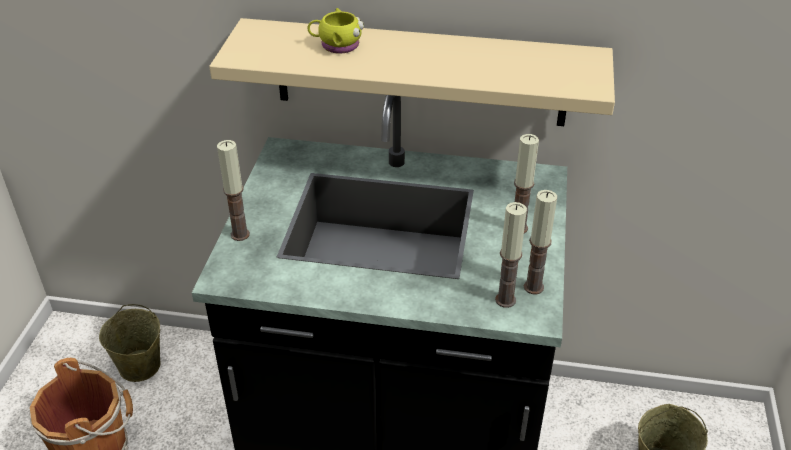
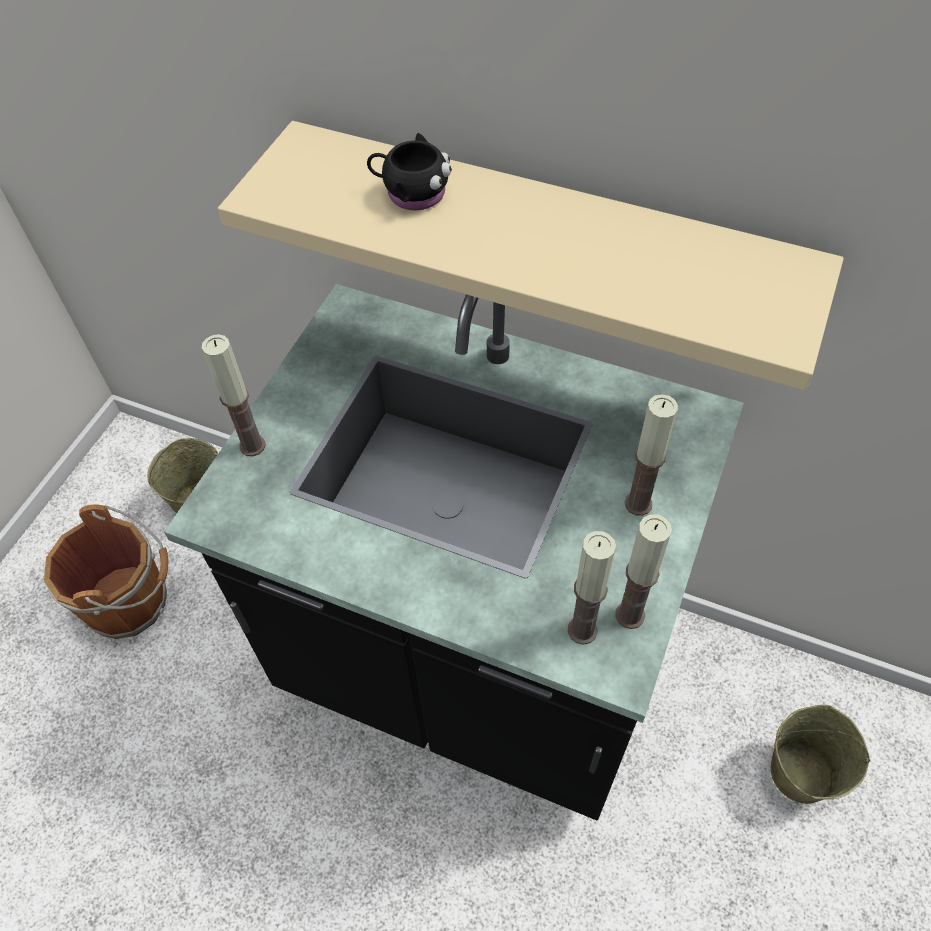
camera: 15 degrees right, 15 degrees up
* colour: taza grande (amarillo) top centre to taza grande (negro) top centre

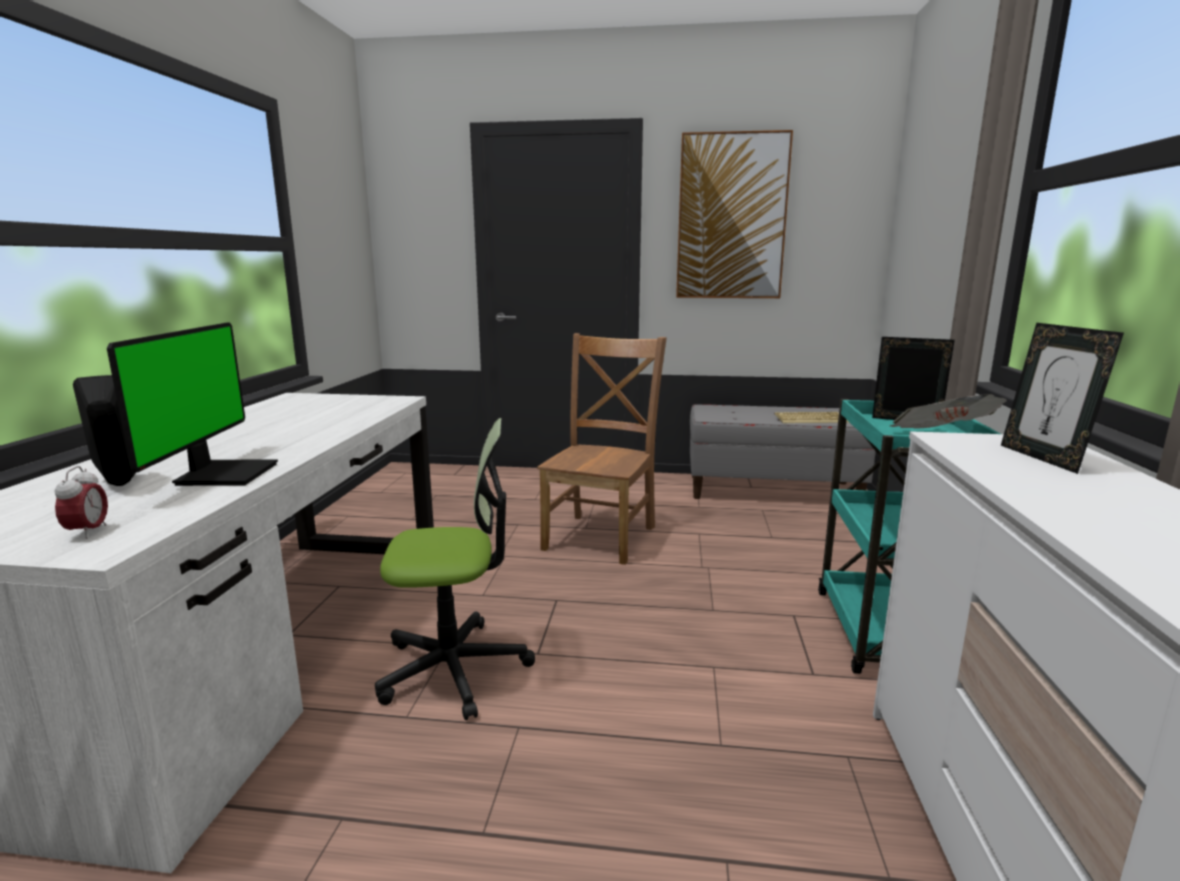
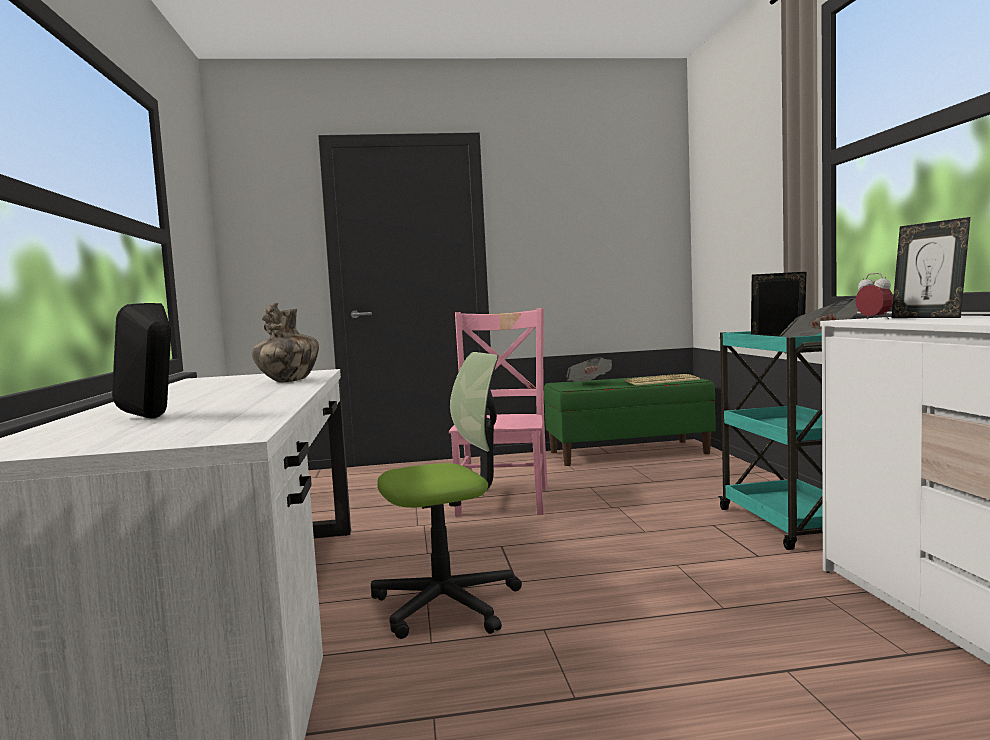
camera: 15 degrees left, 10 degrees down
* missing: cuadro top centre
* missing: monitor middle left
* colour: silla (marrón) centre to silla (rosa) centre
* colour: banco (gris) centre to banco (verde) centre
* relocated: despertador middle left to middle right
* appeared: florero middle left
* appeared: periódico (no. 1 from left) centre

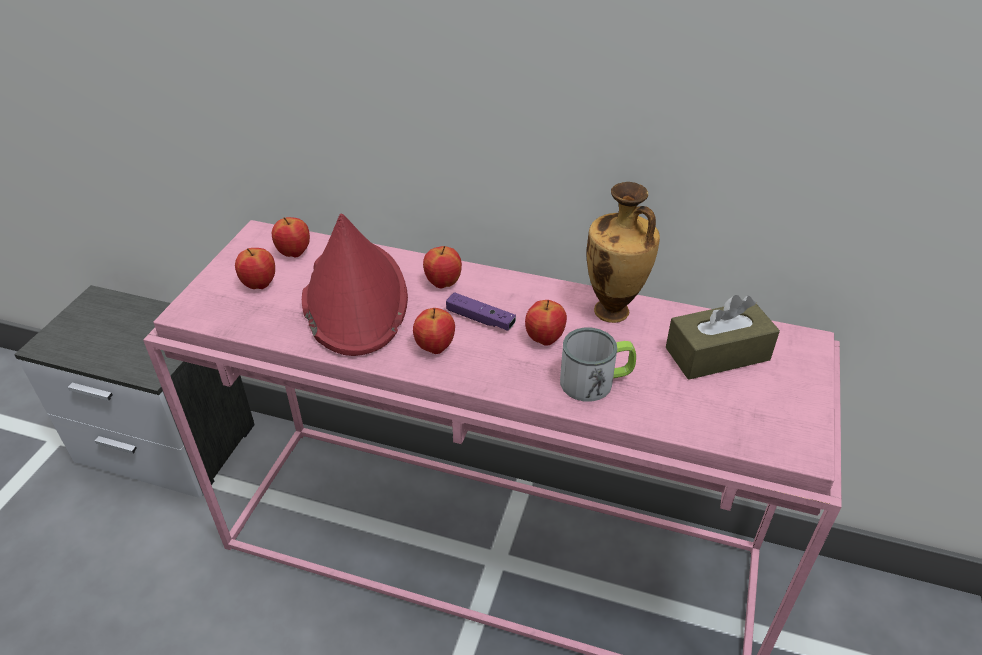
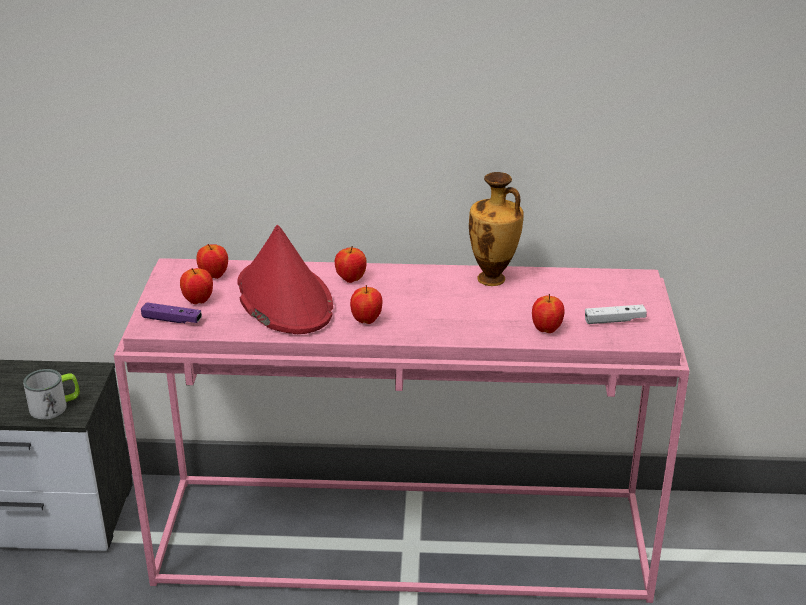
camera: 15 degrees left, 10 degrees down
* relocated: mando de consola (morado) centre to middle left
* missing: caja de pañuelos (marrón) middle right
* relocated: manzana (no. 5 from left) centre to middle right
* relocated: taza grande centre to middle left
* appeared: mando de consola (blanco) middle right

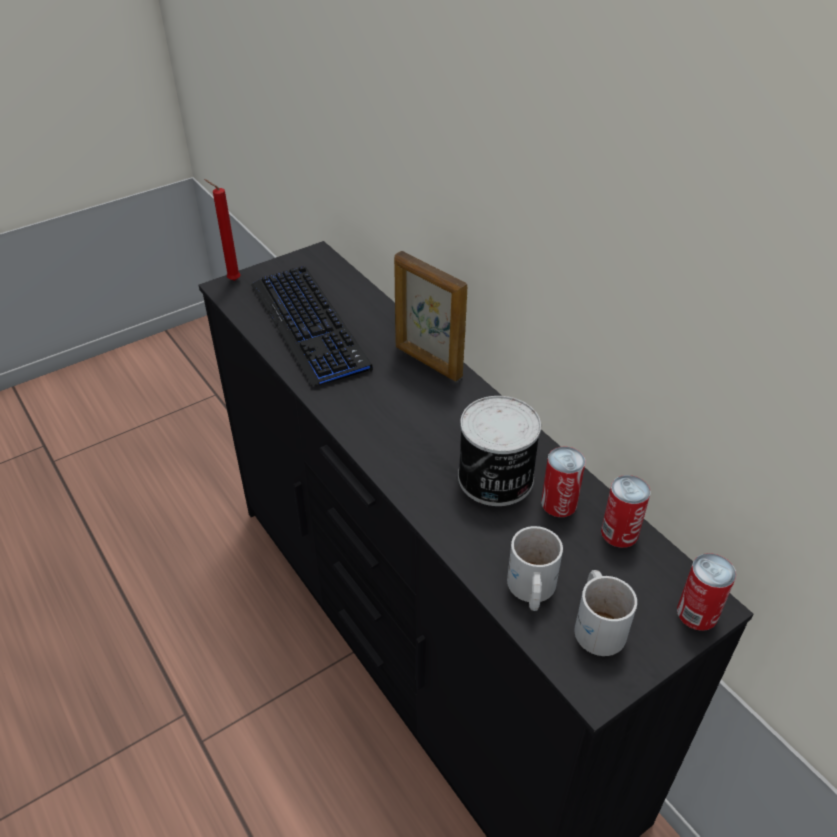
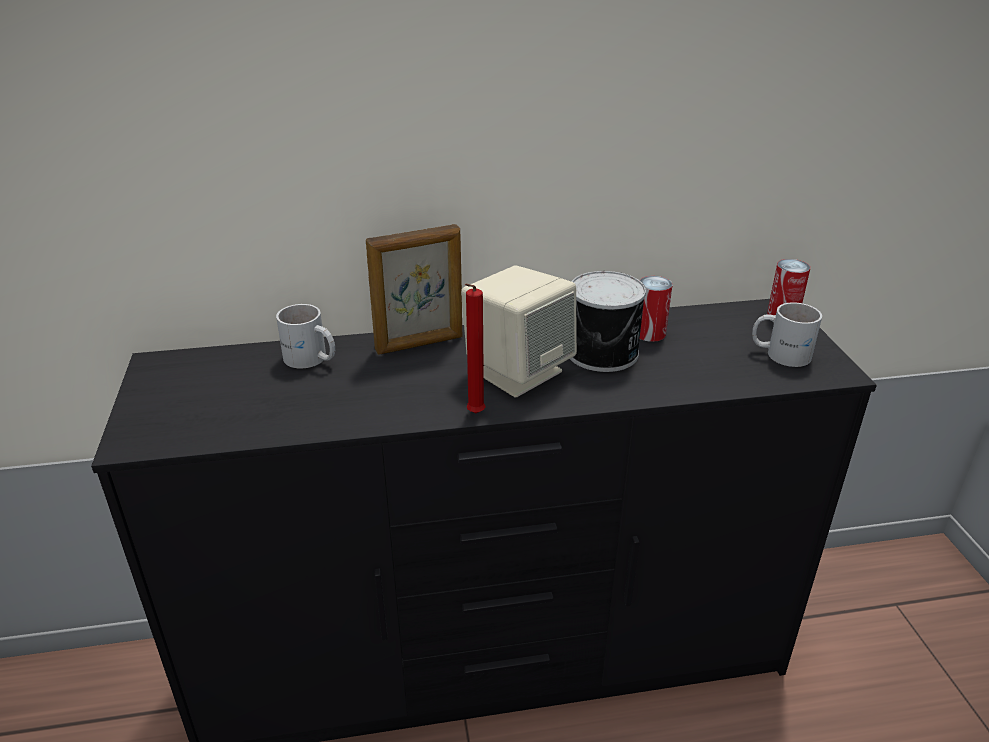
camera: 65 degrees left, 10 degrees down
* relocated: vela (rojo) top left to centre
* missing: teclado centre
* missing: lata (no. 3 from left) middle right
* relocated: taza grande (blanco) (no. 1 from left) bottom centre to middle left
* appeared: altavoz (beis) centre

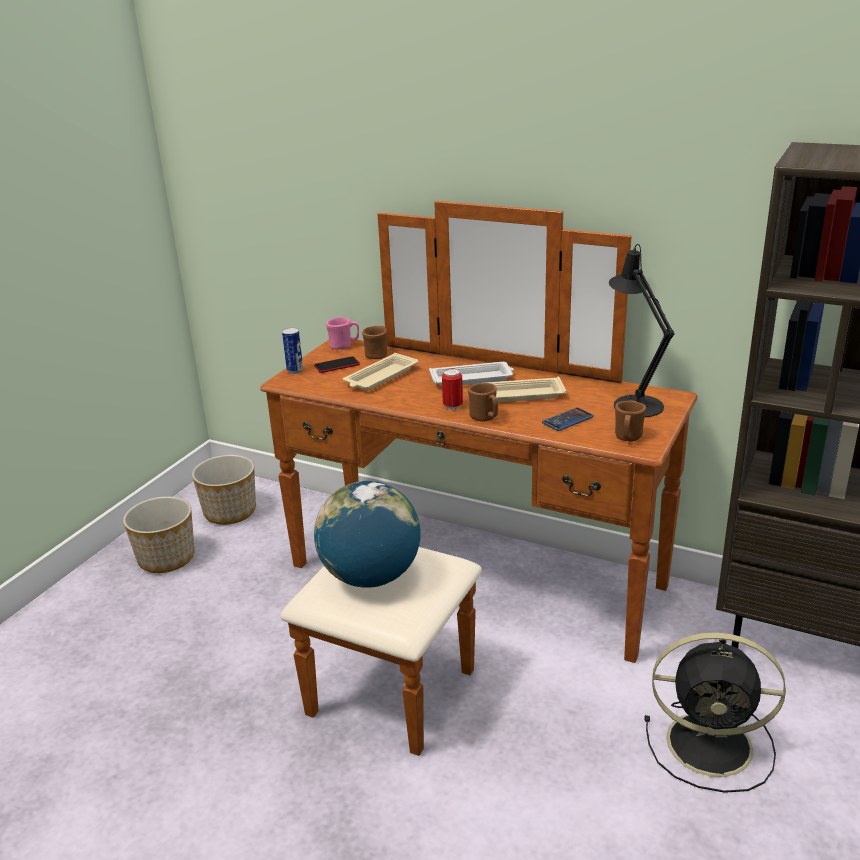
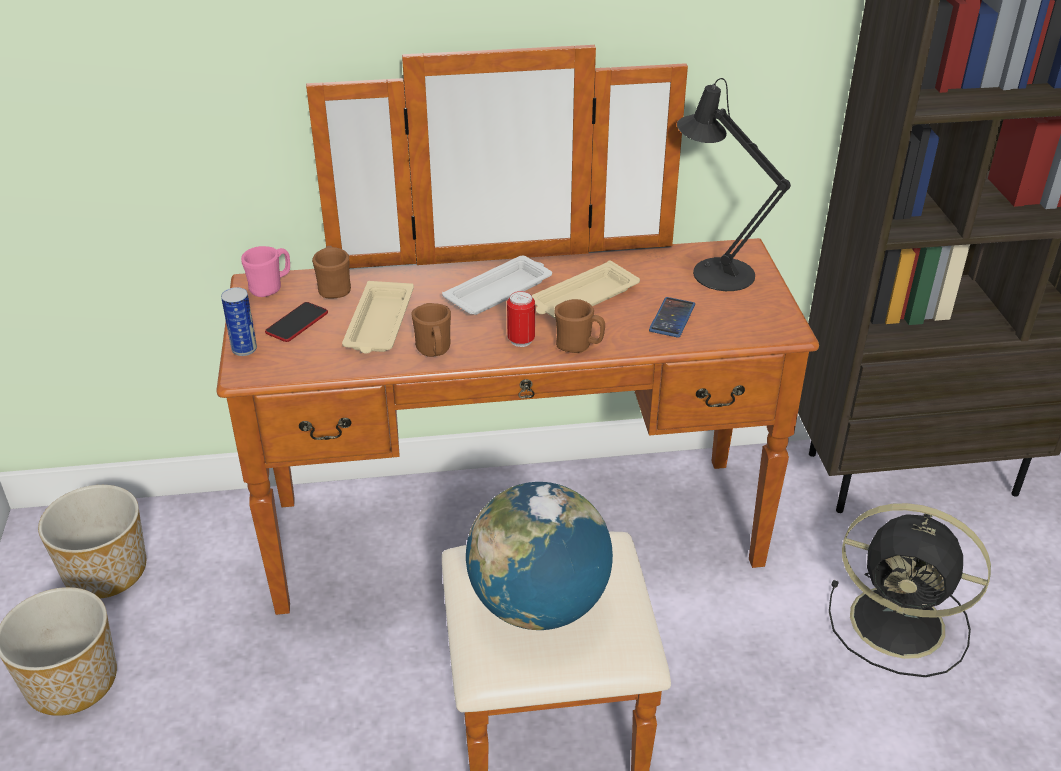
camera: 35 degrees left, 10 degrees up
* relocated: taza grande (marrón) (no. 3 from left in the first image) middle right to taza grande (marrón) (no. 2 from left) centre
* spun: ventilador (negro) bottom right = bottom right 45 degrees clockwise

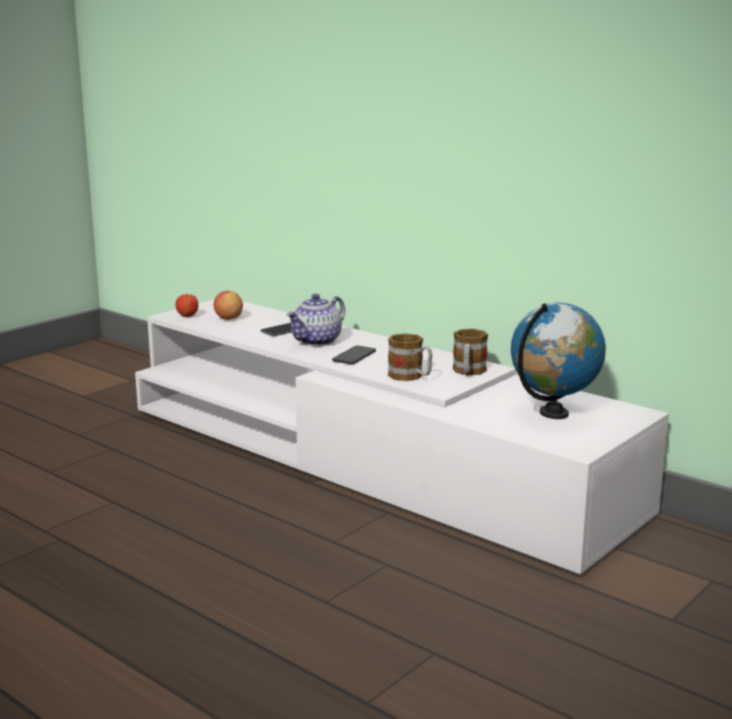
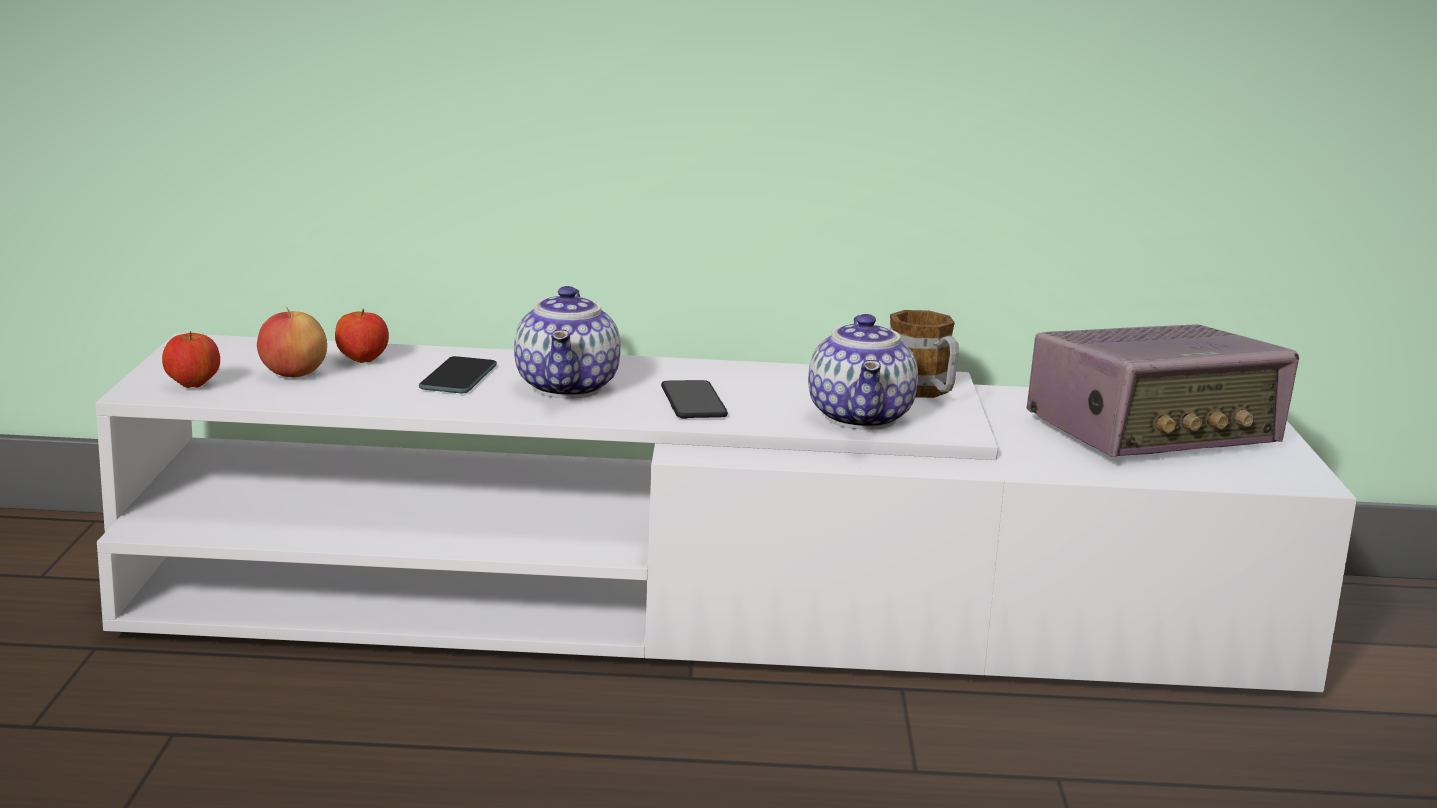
camera: 40 degrees left, 0 degrees up
* exchanged: globo terráqueo middle right to radio middle right
* exchanged: taza grande (no. 1 from left) centre to tetera (no. 2 from left) centre
* appeared: manzana (no. 3 from left) middle left

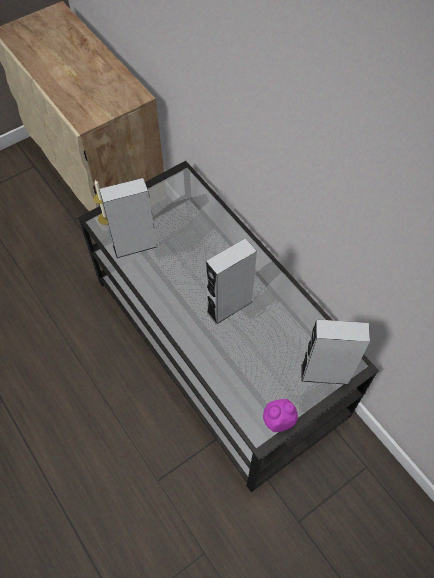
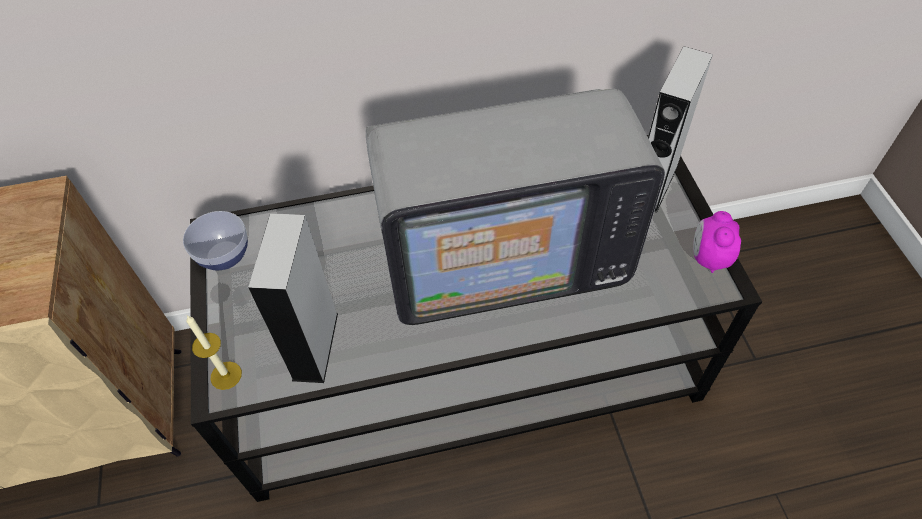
camera: 65 degrees left, 5 degrees down
* exchanged: altavoz (gris) (no. 2 from left) centre to televisor centre
* appeared: cuenco middle left

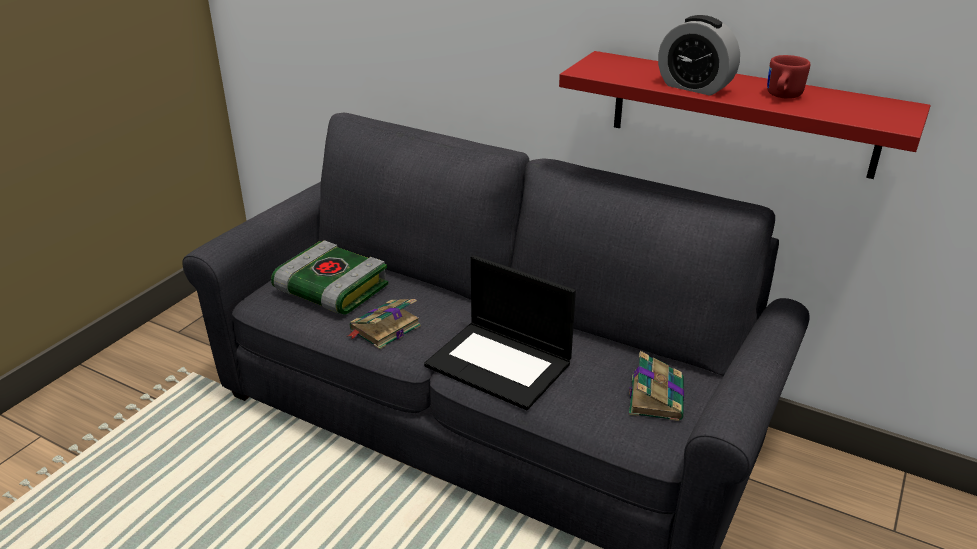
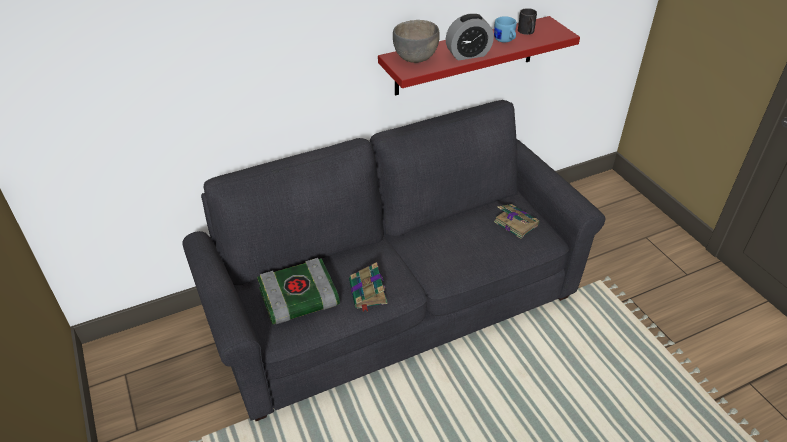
camera: 55 degrees left, 10 degrees up
* colour: taza grande (rojo) top right to taza grande (azul) top centre
* missing: portátil centre
* appeared: taza grande (negro) top right
* appeared: cuenco (gris) top centre

